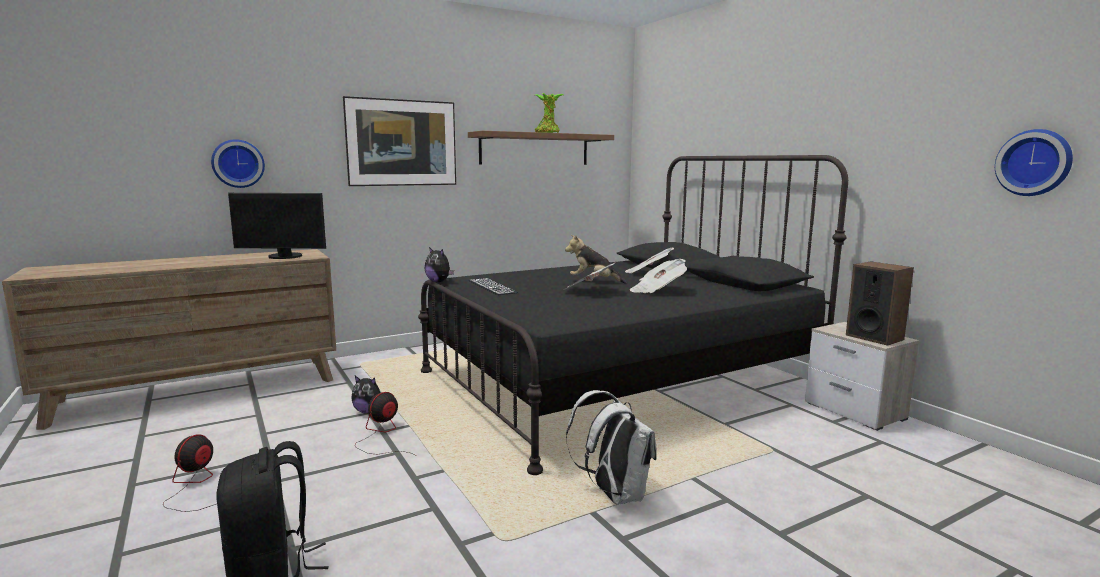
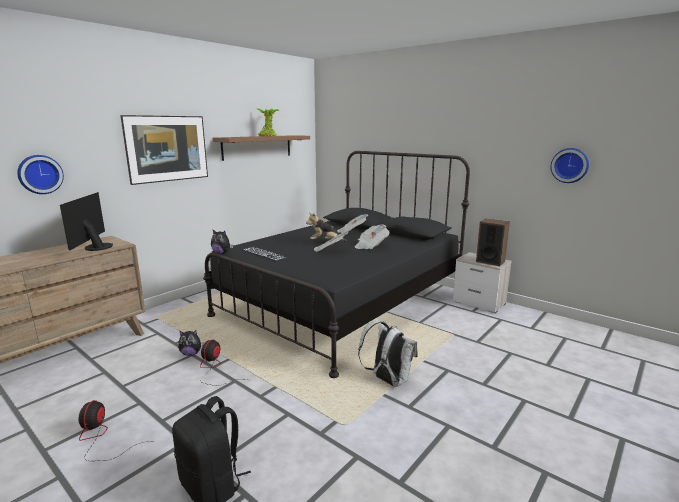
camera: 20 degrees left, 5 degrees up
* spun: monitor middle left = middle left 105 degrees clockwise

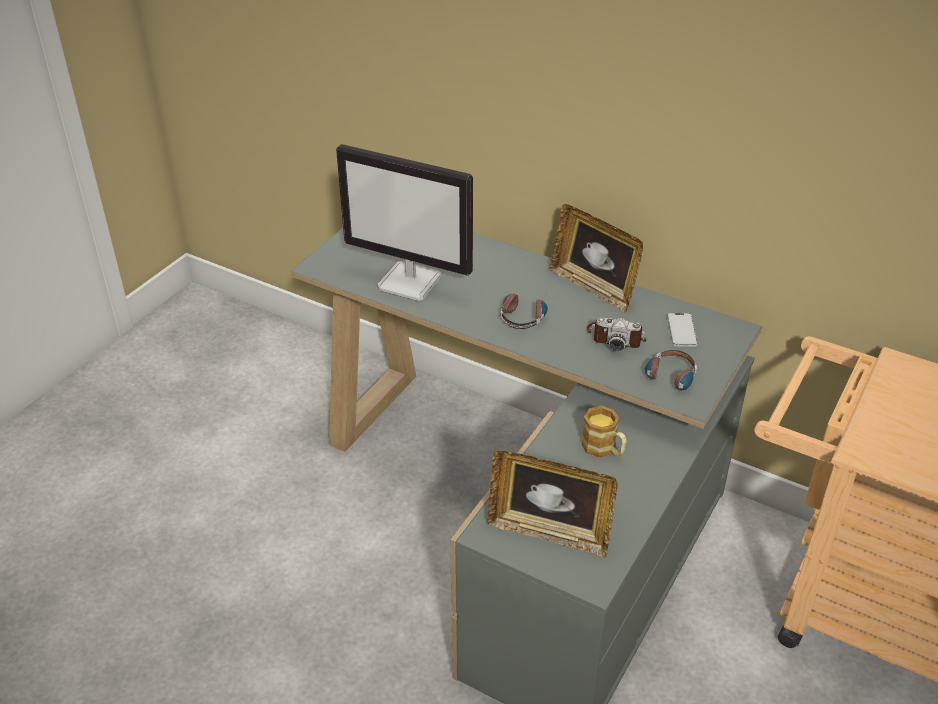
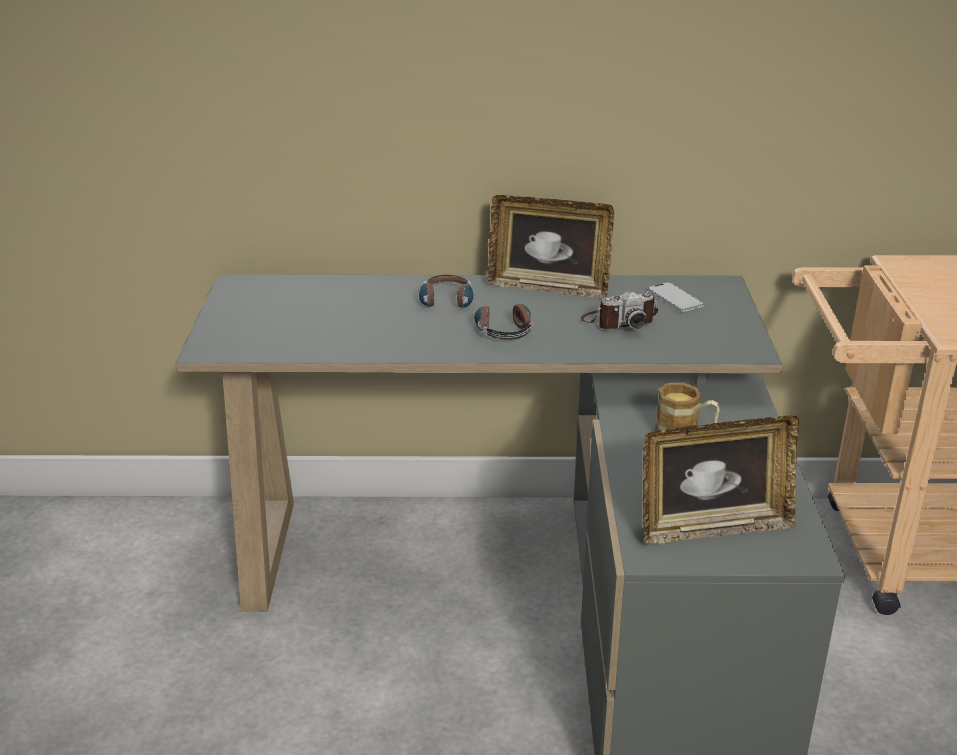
camera: 30 degrees left, 10 degrees down
* missing: monitor top centre
* relocated: auriculares (no. 2 from left in the first image) middle right to auriculares (no. 1 from left) centre

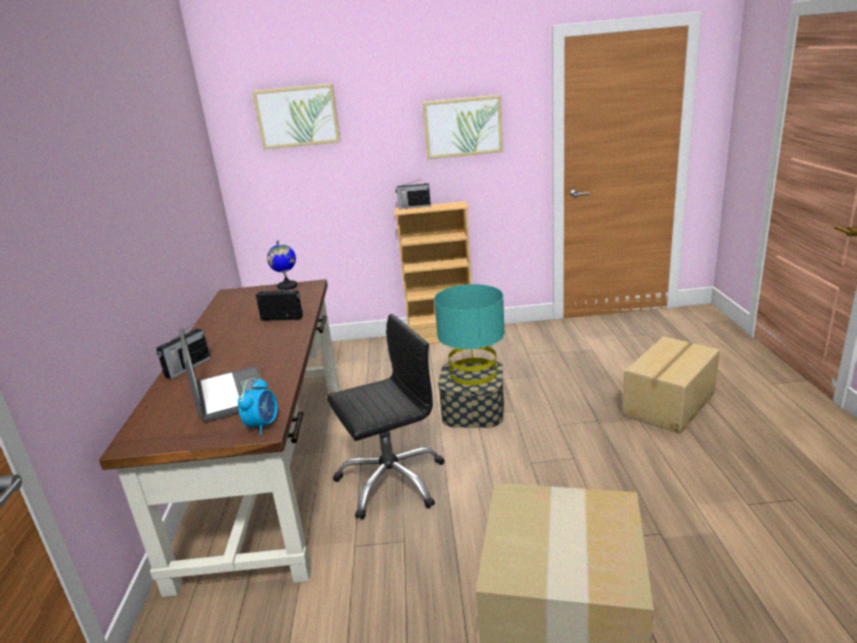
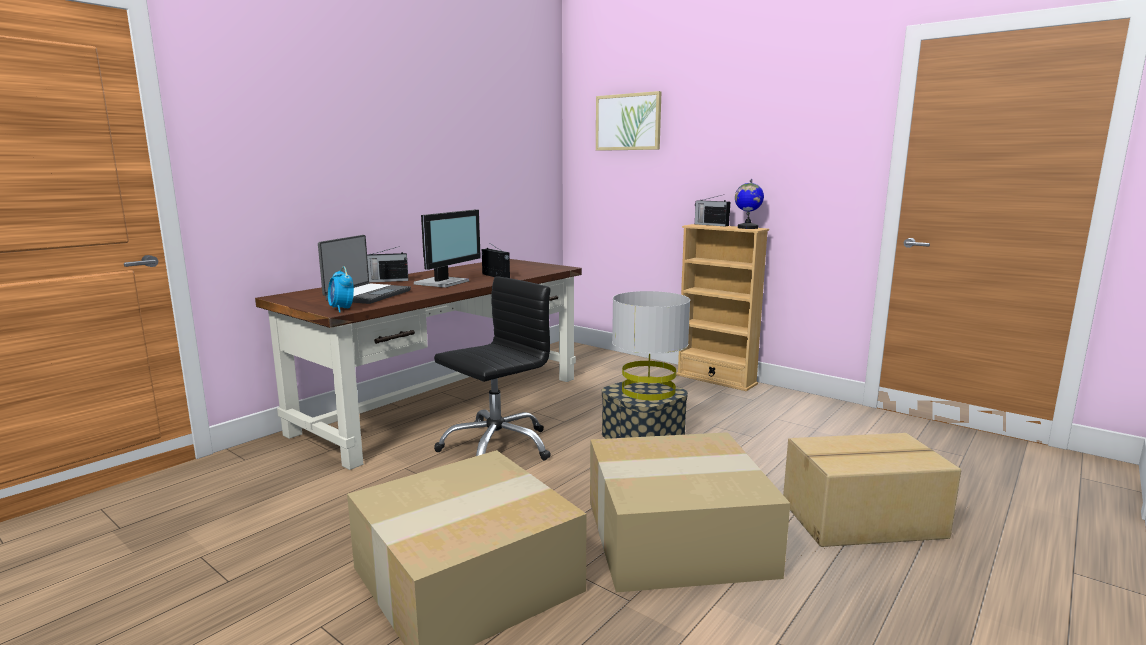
camera: 40 degrees right, 10 degrees down
* missing: cuadro (no. 2 from left) top centre
* relocated: globo terráqueo middle left to top centre
* colour: lámpara de mesa (turquesa) centre to lámpara de mesa (gris) centre
* spun: silla de oficina (negro) centre = centre 60 degrees counterclockwise
* spun: despertador middle left = middle left 90 degrees clockwise
* appeared: monitor centre
* appeared: caja de cartón (no. 2 from left) bottom centre

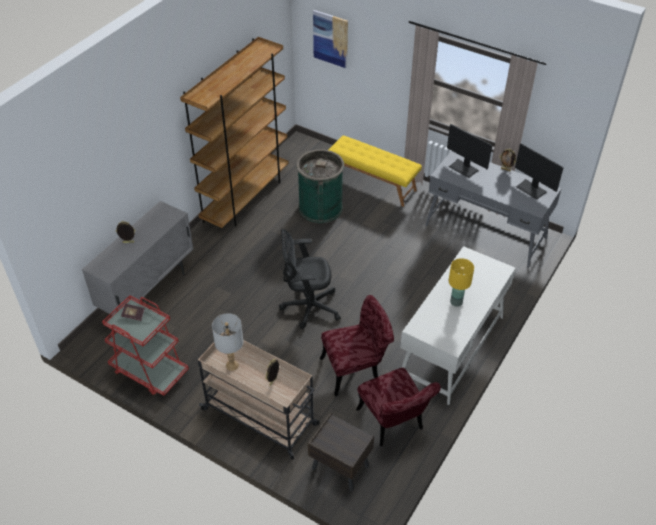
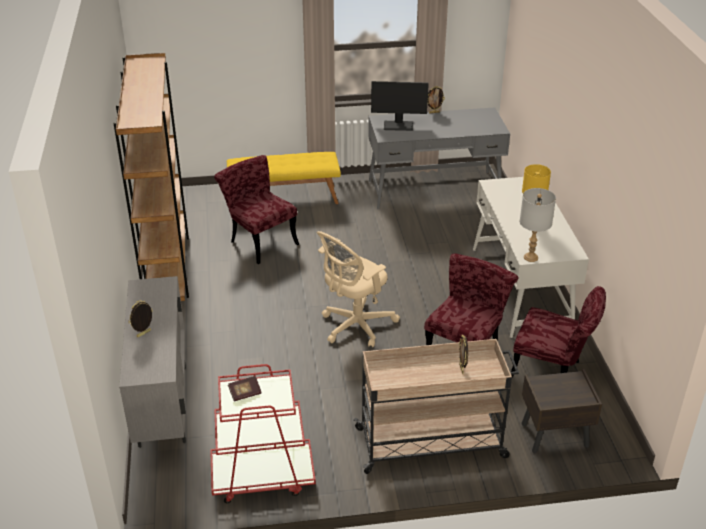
camera: 40 degrees left, 10 degrees down
* missing: cuadro top centre
* missing: monitor (no. 2 from left) top right
* exchanged: papelera (verde) centre to silla (rojo) (no. 1 from left) centre
* colour: silla de oficina (negro) centre to silla de oficina (beis) centre
* relocated: lámpara de mesa (gris) centre to middle right

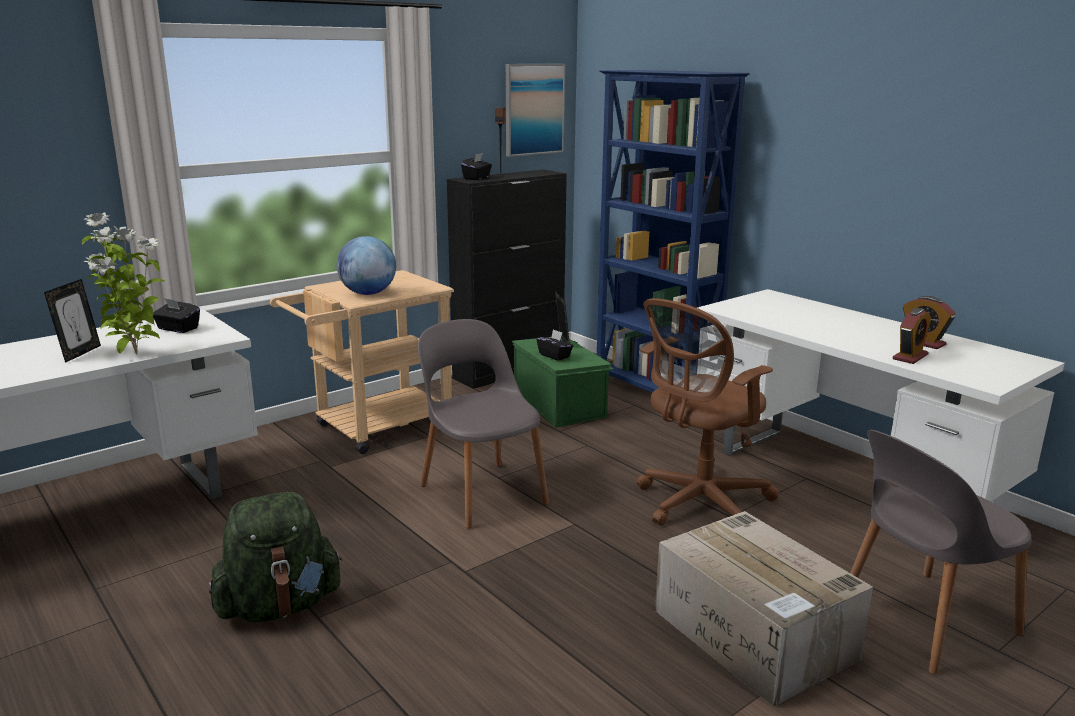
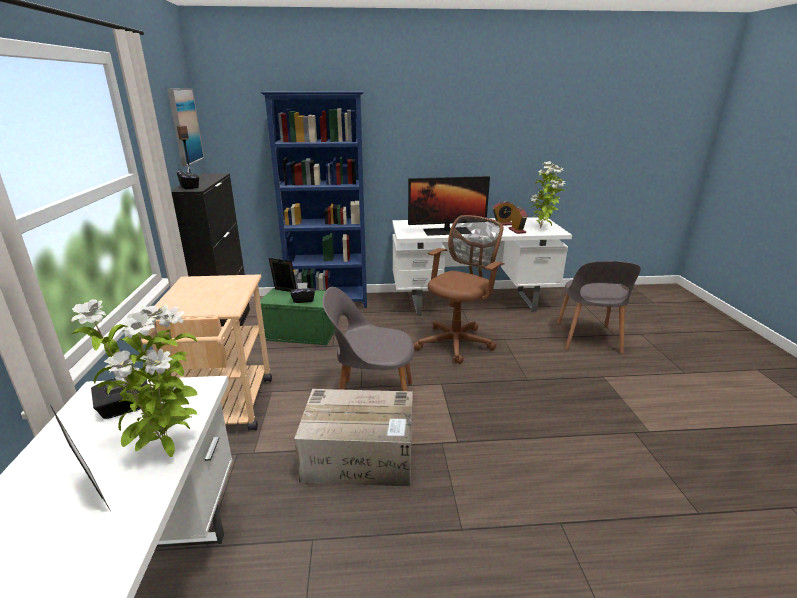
camera: 55 degrees left, 5 degrees up
* missing: globo terráqueo centre
* spun: silla de oficina (marrón) centre = centre 135 degrees counterclockwise
* missing: mochila (verde) bottom left
* relocated: caja de cartón bottom right to bottom centre
* appeared: planta en maceta (no. 2 from left) top right
* appeared: monitor centre

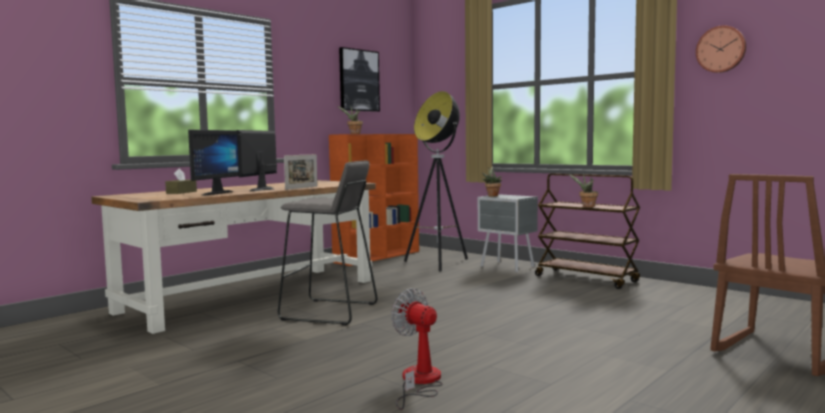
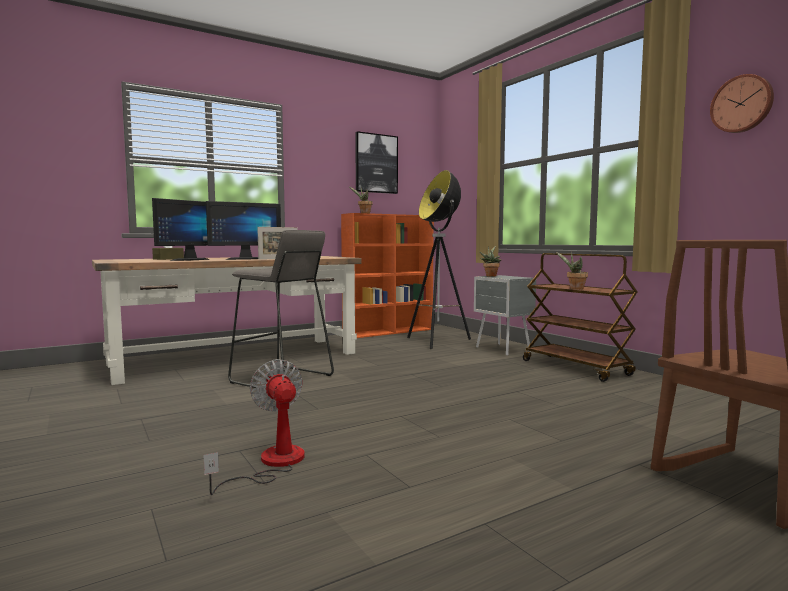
camera: 15 degrees right, 0 degrees up
* spun: monitor (no. 2 from left) middle left = middle left 150 degrees counterclockwise

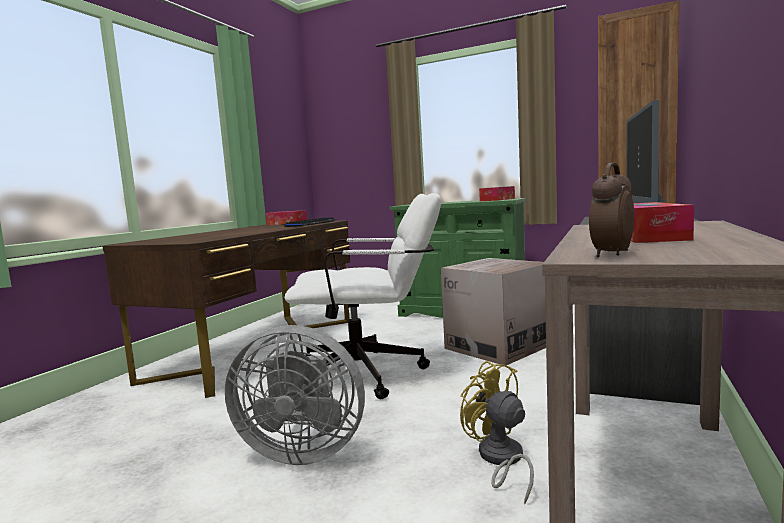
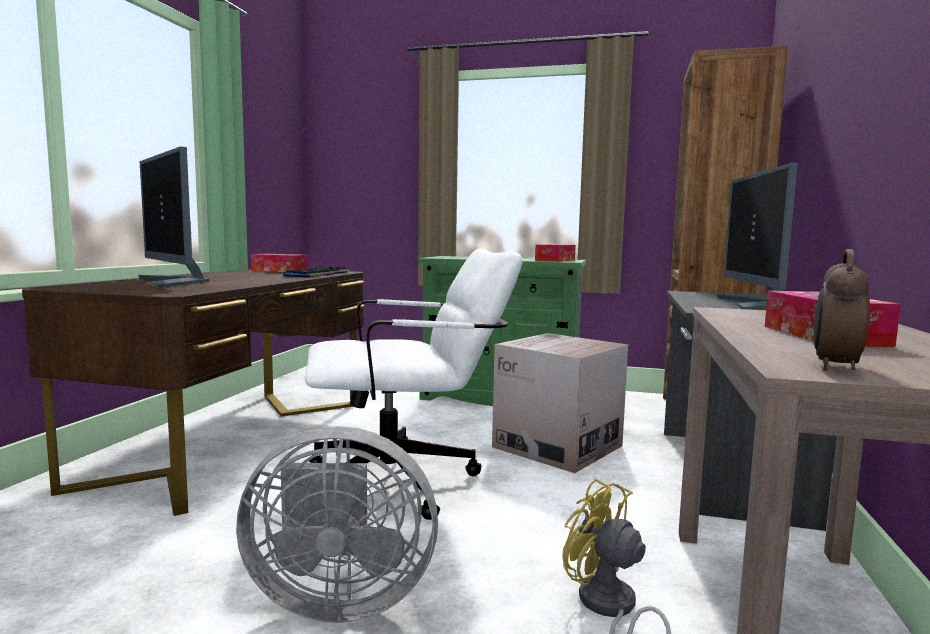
camera: 10 degrees left, 0 degrees up
* appeared: monitor (no. 1 from left) middle left

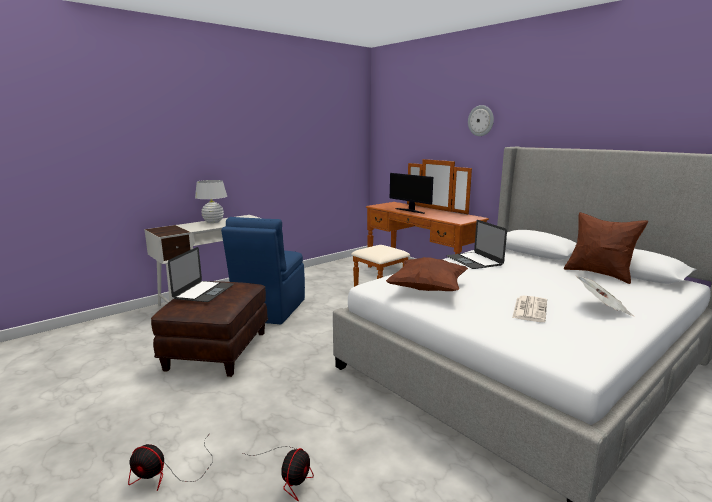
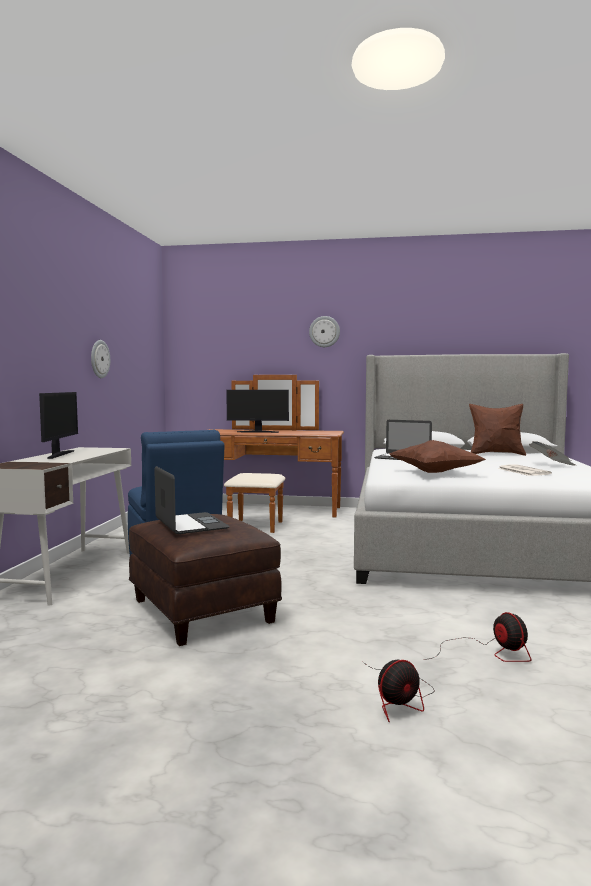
camera: 40 degrees left, 10 degrees down
* exchanged: lámpara de mesa (blanco) middle left to monitor (no. 1 from left) middle left
* appeared: reloj de pared (no. 1 from left) middle left

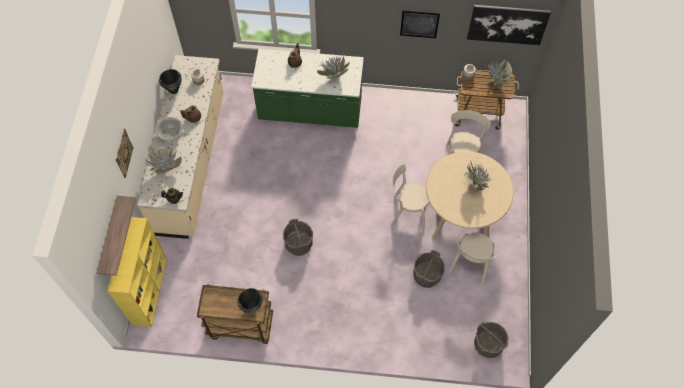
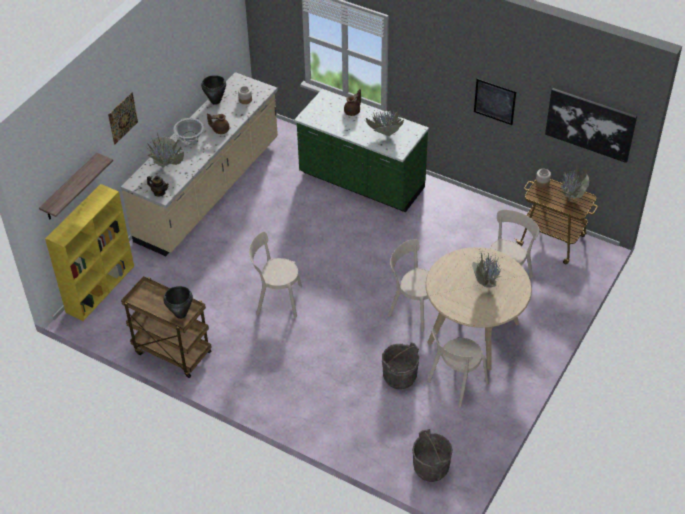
camera: 25 degrees right, 15 degrees down
* exchanged: cubo (gris) (no. 1 from left) centre to silla (beis) (no. 1 from left) centre

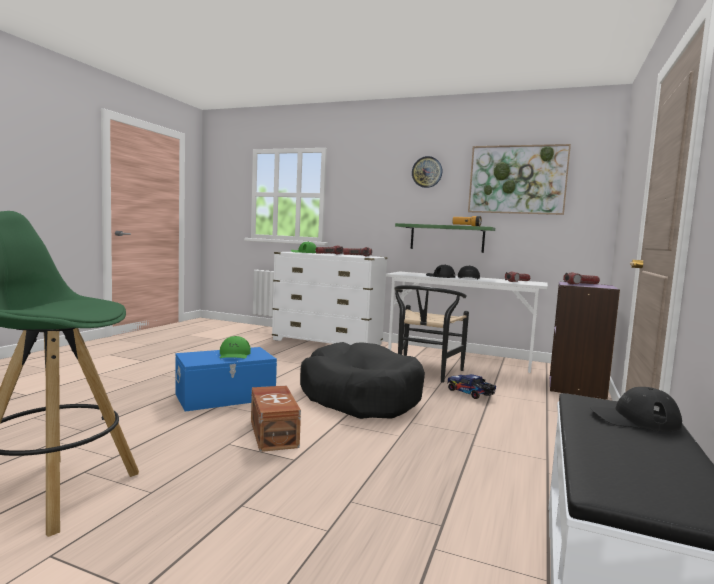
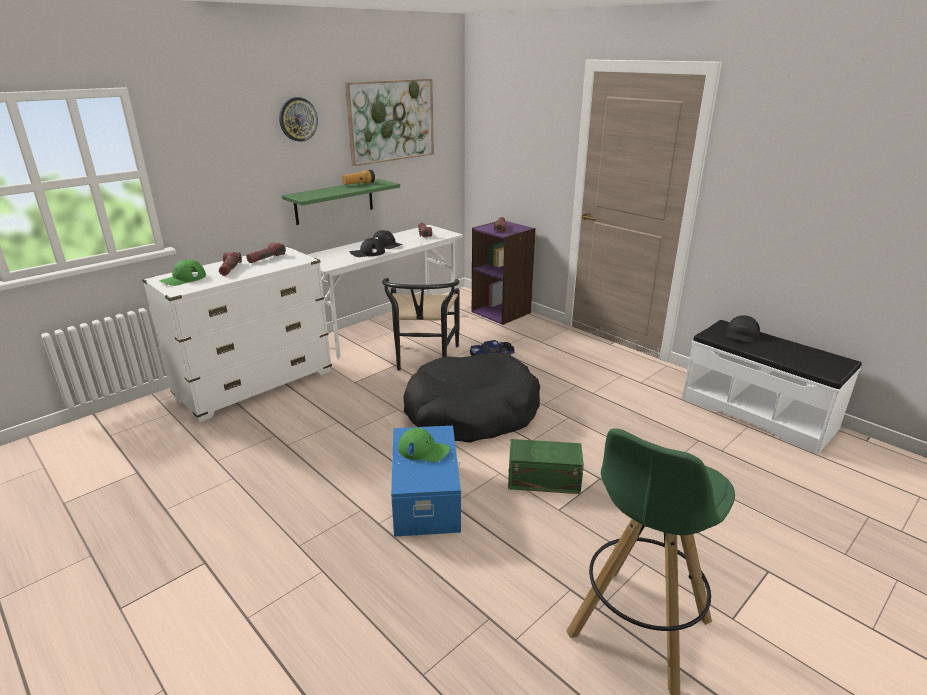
camera: 65 degrees left, 20 degrees up
* spun: silla (negro) centre = centre 45 degrees clockwise
* colour: caja de almacenaje (marrón) bottom centre to caja de almacenaje (verde) bottom centre

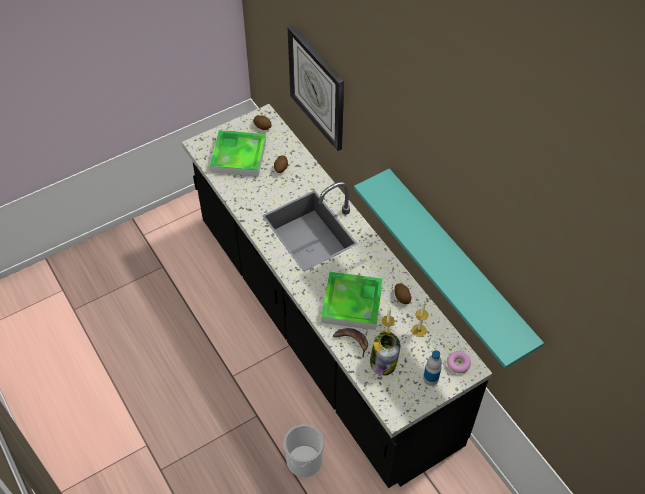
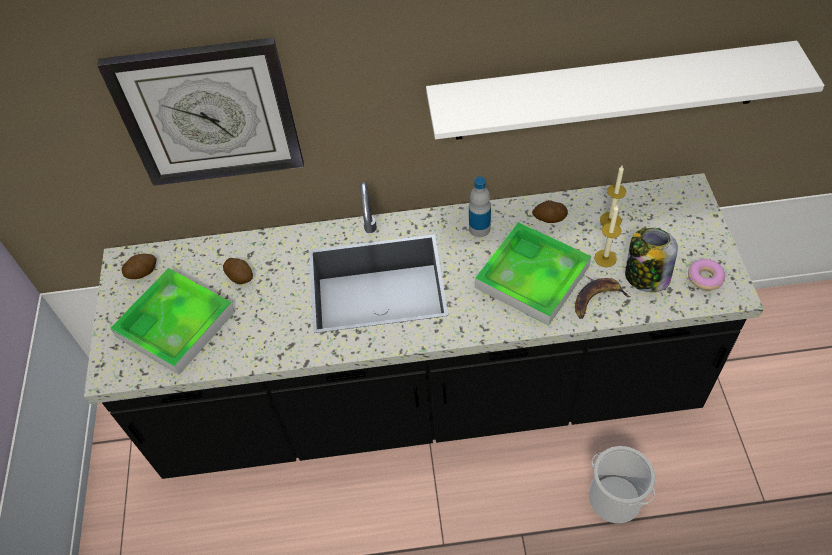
camera: 60 degrees left, 0 degrees up
* colour: estante (turquesa) middle right to estante (blanco) top right
* relocated: botella bottom right to centre
* relocated: rosquilla bottom right to middle right

